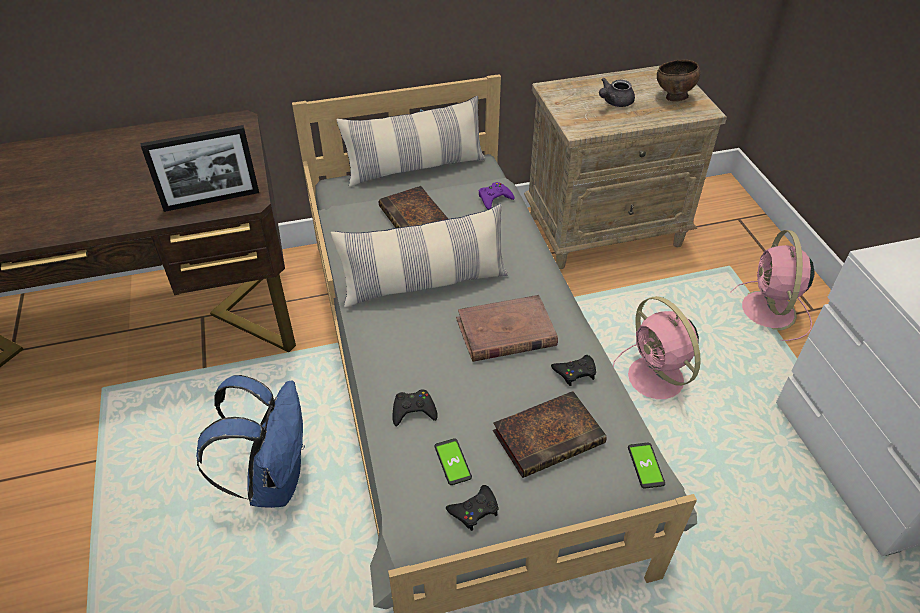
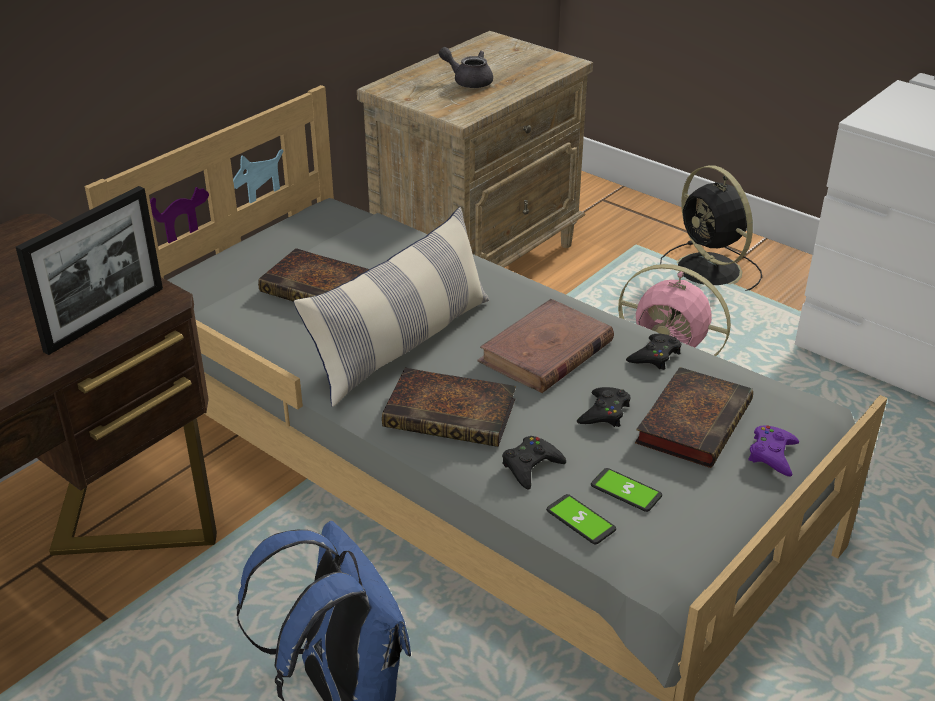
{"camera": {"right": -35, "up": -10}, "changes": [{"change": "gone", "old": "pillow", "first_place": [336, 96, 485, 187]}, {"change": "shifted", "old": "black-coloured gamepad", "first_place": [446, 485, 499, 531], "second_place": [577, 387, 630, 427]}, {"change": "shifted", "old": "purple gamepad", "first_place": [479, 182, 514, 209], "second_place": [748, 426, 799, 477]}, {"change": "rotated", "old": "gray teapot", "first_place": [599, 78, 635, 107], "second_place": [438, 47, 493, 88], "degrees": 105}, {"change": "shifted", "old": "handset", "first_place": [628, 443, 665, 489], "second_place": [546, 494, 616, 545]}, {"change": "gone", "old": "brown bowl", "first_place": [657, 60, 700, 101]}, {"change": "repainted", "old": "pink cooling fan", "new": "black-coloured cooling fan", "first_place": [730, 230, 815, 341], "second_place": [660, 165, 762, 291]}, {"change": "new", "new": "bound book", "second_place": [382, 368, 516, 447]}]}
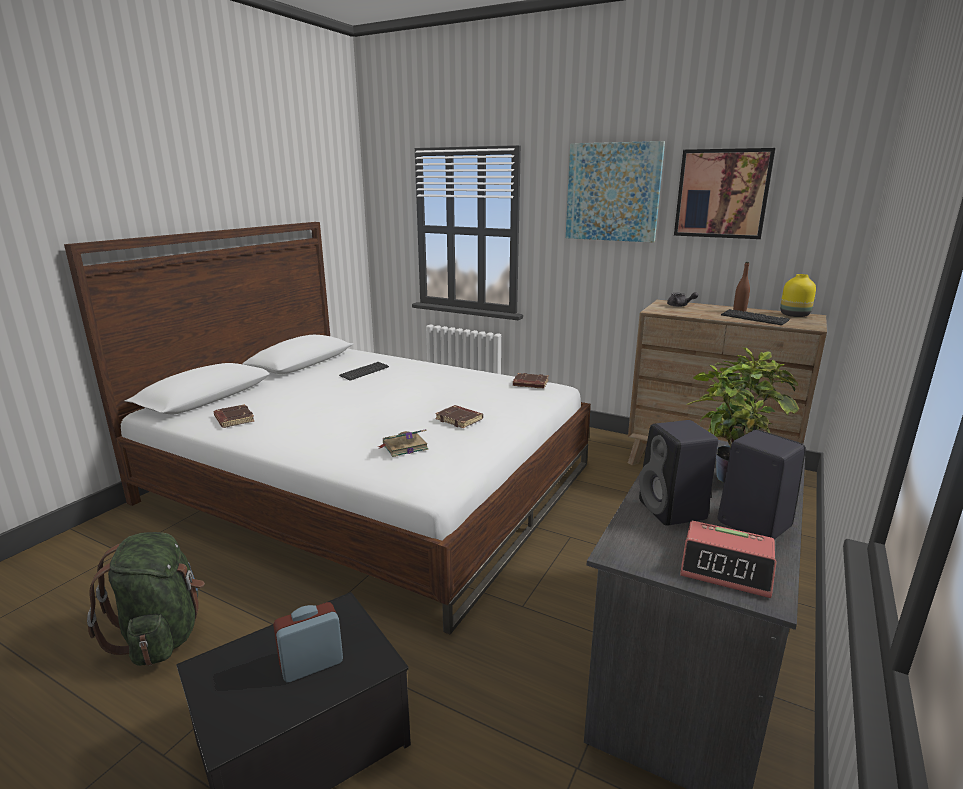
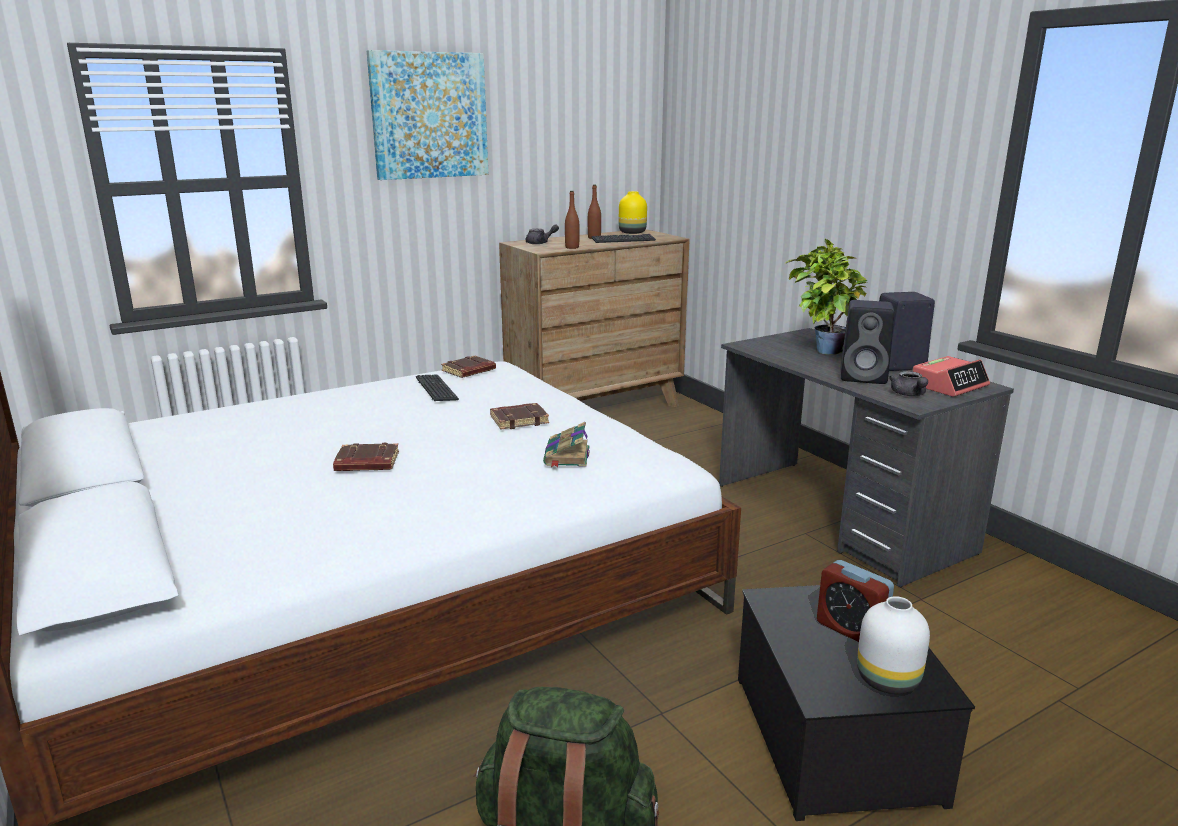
{"camera": {"right": -60, "up": 0}, "changes": [{"change": "shifted", "old": "brown bound book", "first_place": [214, 404, 254, 428], "second_place": [333, 443, 399, 471]}, {"change": "rotated", "old": "table clock", "first_place": [273, 602, 343, 682], "second_place": [817, 560, 894, 642], "degrees": -45}, {"change": "shifted", "old": "computer keyboard", "first_place": [339, 362, 389, 381], "second_place": [416, 375, 459, 401]}, {"change": "gone", "old": "wall art", "first_place": [674, 148, 776, 239]}, {"change": "new", "new": "brown bottle", "second_place": [565, 191, 579, 249]}, {"change": "new", "new": "white vase", "second_place": [857, 596, 930, 694]}, {"change": "new", "new": "gray teapot", "second_place": [889, 371, 928, 396]}]}
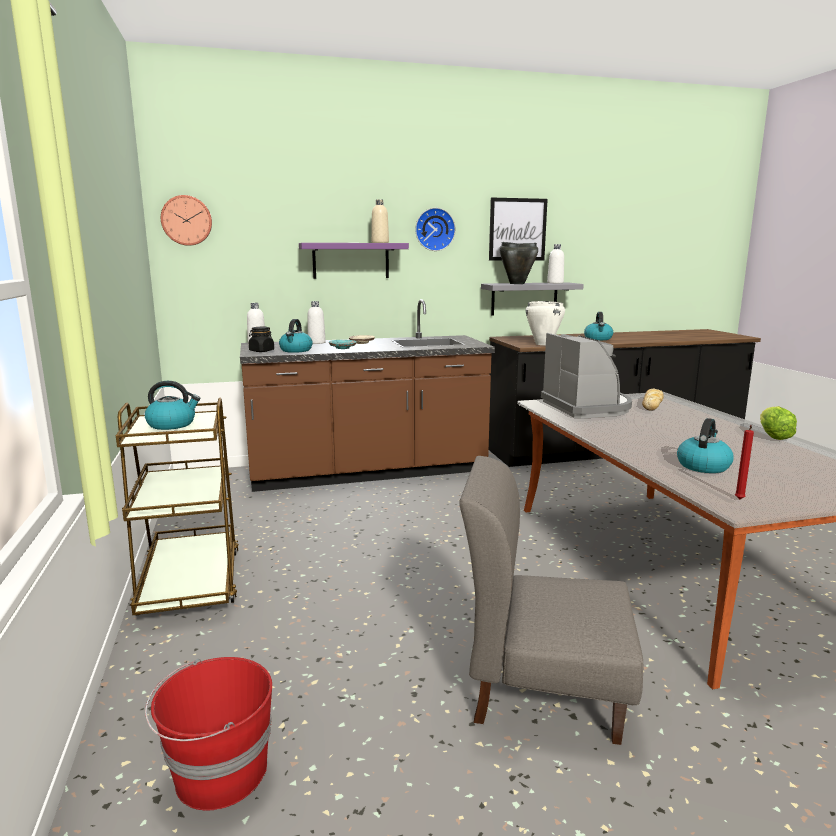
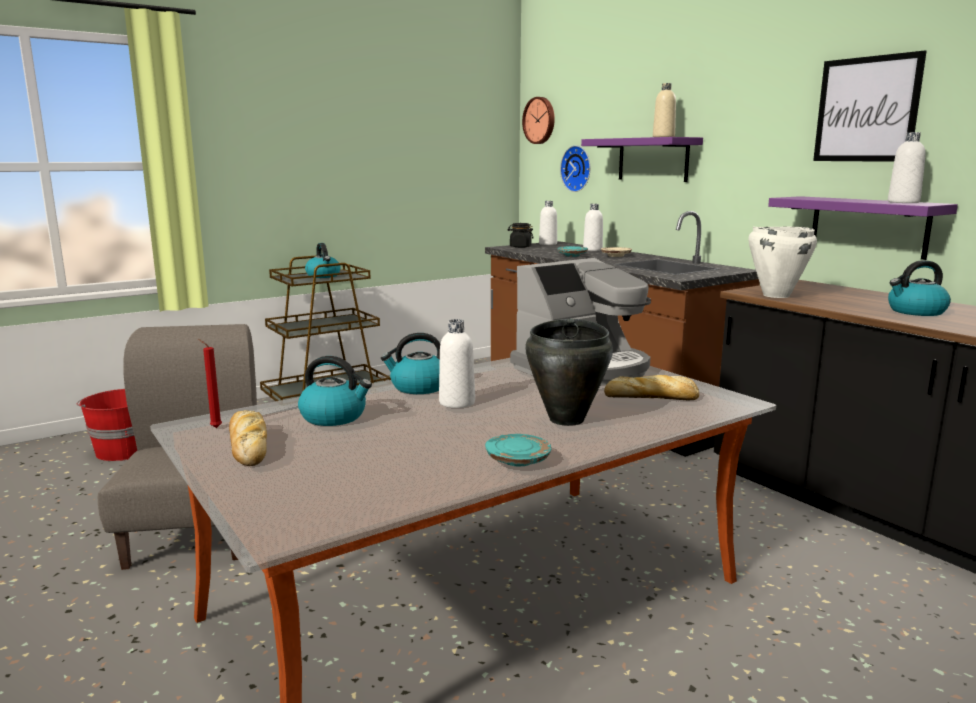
{"camera": {"right": 70, "up": 0}, "changes": [{"change": "shifted", "old": "kettle", "first_place": [279, 319, 313, 353], "second_place": [381, 333, 440, 394]}, {"change": "shifted", "old": "clock on the wall", "first_place": [415, 208, 456, 251], "second_place": [560, 145, 591, 192]}, {"change": "repainted", "old": "gray shelf", "new": "purple shelf", "first_place": [481, 282, 584, 316], "second_place": [768, 196, 958, 260]}, {"change": "shifted", "old": "black-coloured stockpot", "first_place": [499, 242, 538, 284], "second_place": [525, 319, 613, 426]}, {"change": "swapped", "old": "lettuce head", "new": "turquoise-coloured plate", "first_place": [760, 406, 797, 440], "second_place": [485, 434, 552, 466]}, {"change": "new", "new": "bakery bread", "second_place": [229, 410, 267, 466]}, {"change": "new", "new": "white bottle", "second_place": [439, 319, 475, 408]}]}
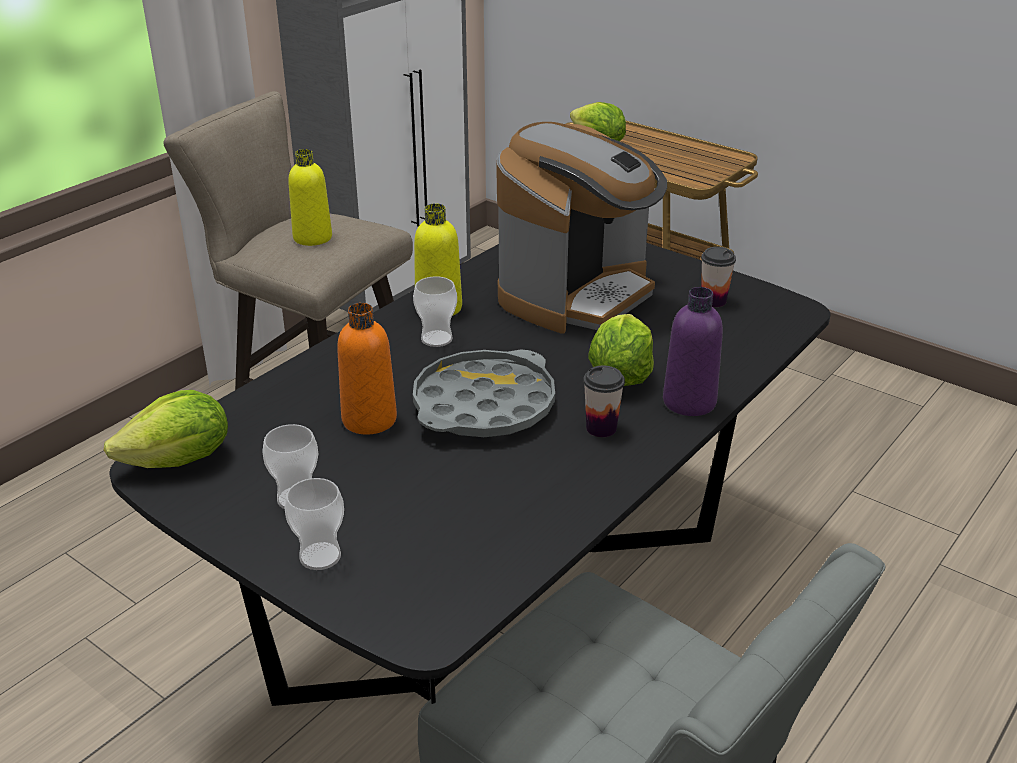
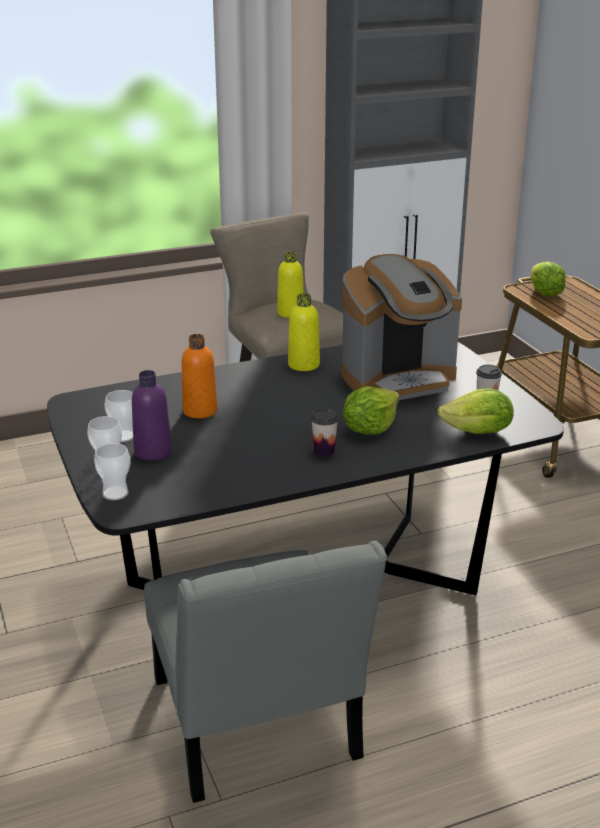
{"camera": {"right": 30, "up": -5}, "changes": [{"change": "shifted", "old": "lettuce head", "first_place": [104, 390, 228, 468], "second_place": [437, 389, 514, 434]}, {"change": "shifted", "old": "small cup", "first_place": [413, 276, 457, 347], "second_place": [94, 443, 131, 500]}, {"change": "gone", "old": "gray serving tray", "first_place": [413, 350, 555, 437]}, {"change": "shifted", "old": "purple bottle", "first_place": [663, 287, 723, 416], "second_place": [132, 370, 172, 461]}]}
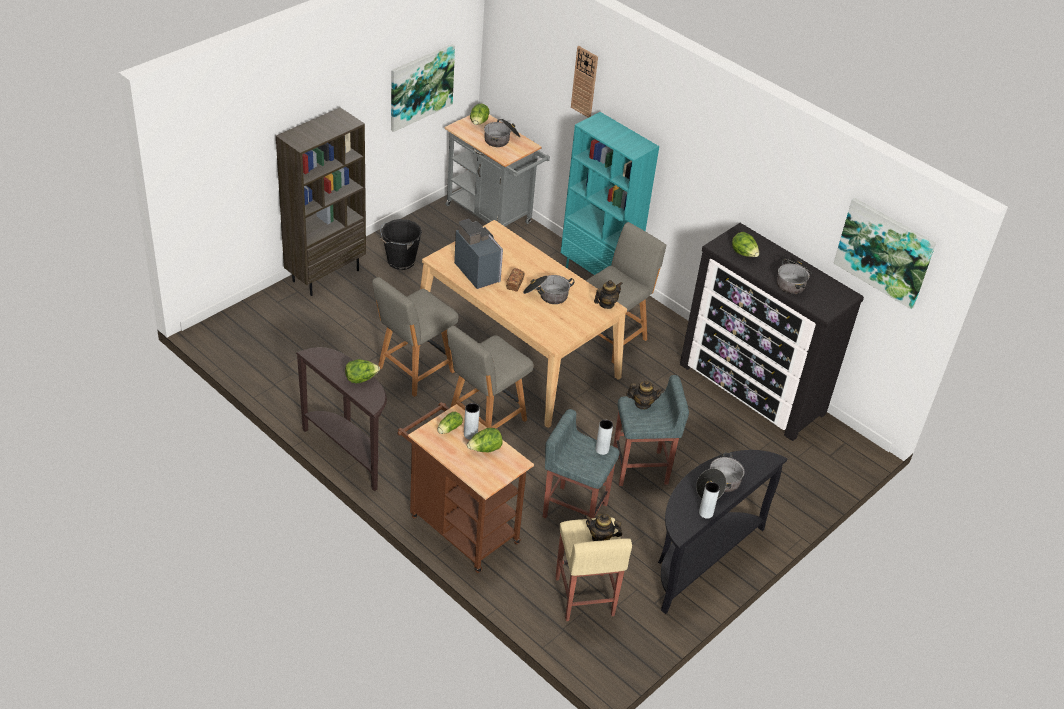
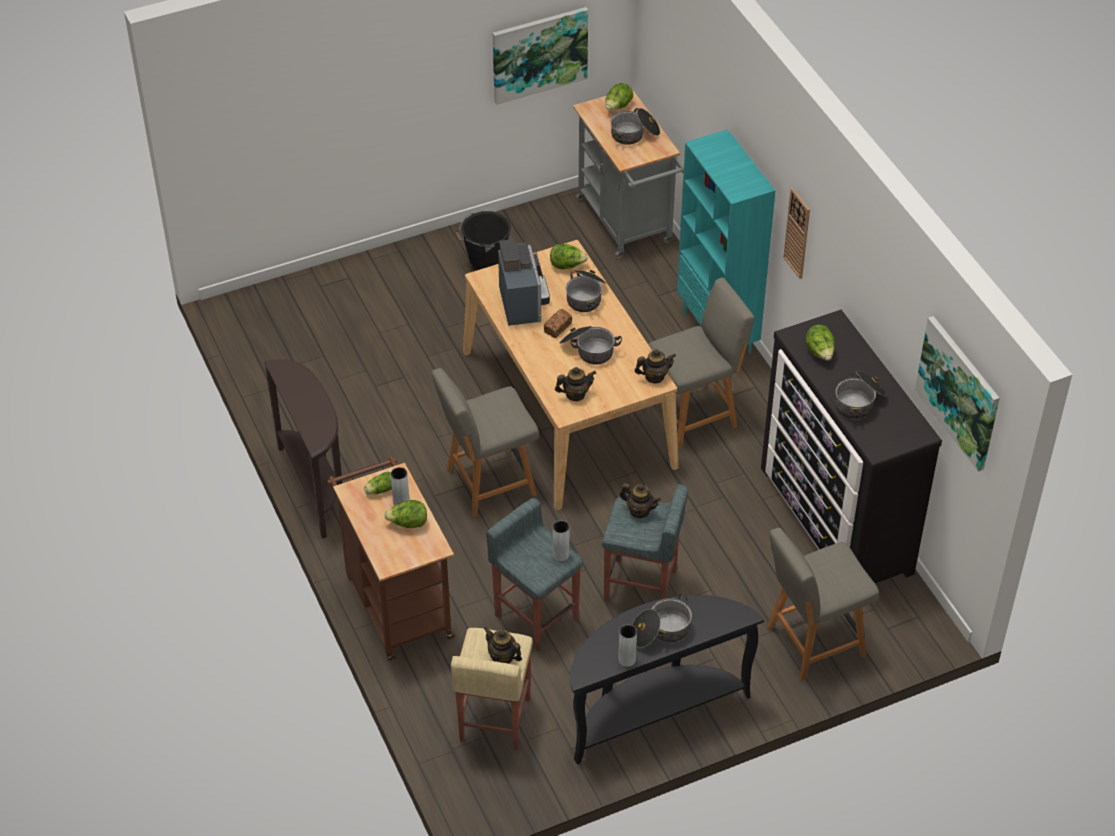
{"camera": {"right": 25, "up": 5}, "changes": [{"change": "gone", "old": "brown bookcase", "first_place": [276, 107, 366, 296]}, {"change": "shifted", "old": "lettuce head", "first_place": [345, 359, 380, 383], "second_place": [550, 244, 588, 269]}, {"change": "shifted", "old": "gray plain chair", "first_place": [372, 277, 459, 397], "second_place": [767, 528, 879, 681]}, {"change": "shifted", "old": "clock on the wall", "first_place": [571, 46, 598, 118], "second_place": [783, 188, 810, 279]}, {"change": "new", "new": "teapot", "second_place": [555, 367, 596, 401]}, {"change": "new", "new": "stockpot", "second_place": [566, 270, 607, 312]}]}
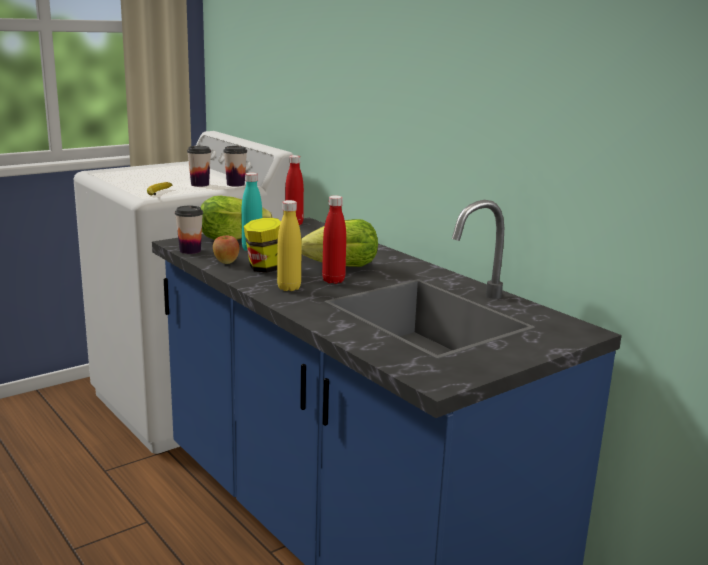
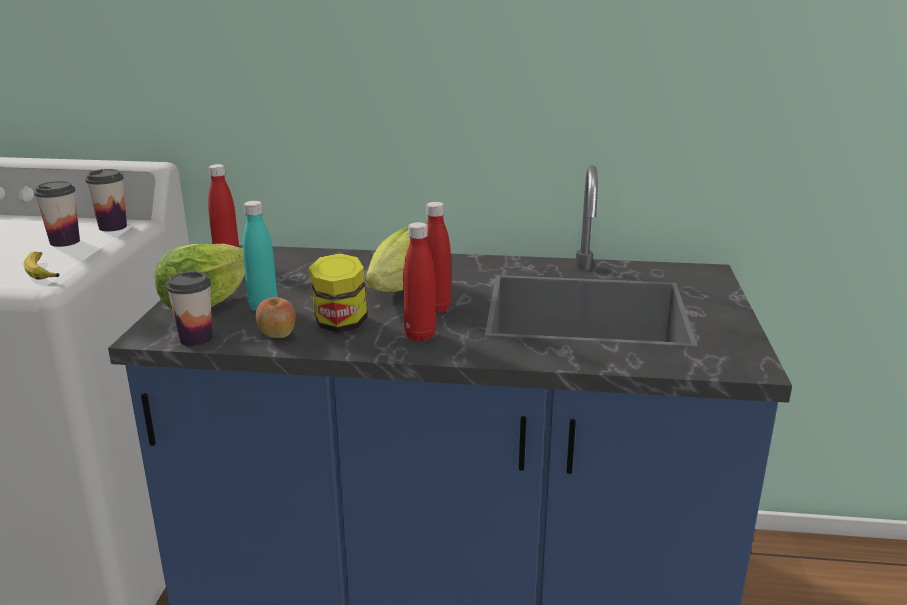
{"camera": {"right": -45, "up": 5}, "changes": [{"change": "repainted", "old": "yellow bottle", "new": "red-coloured bottle", "first_place": [277, 200, 301, 291], "second_place": [403, 222, 436, 341]}]}
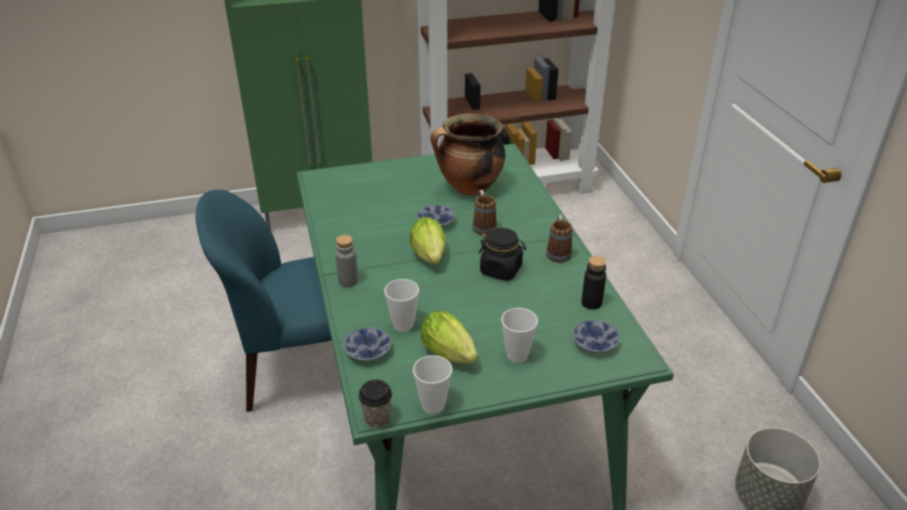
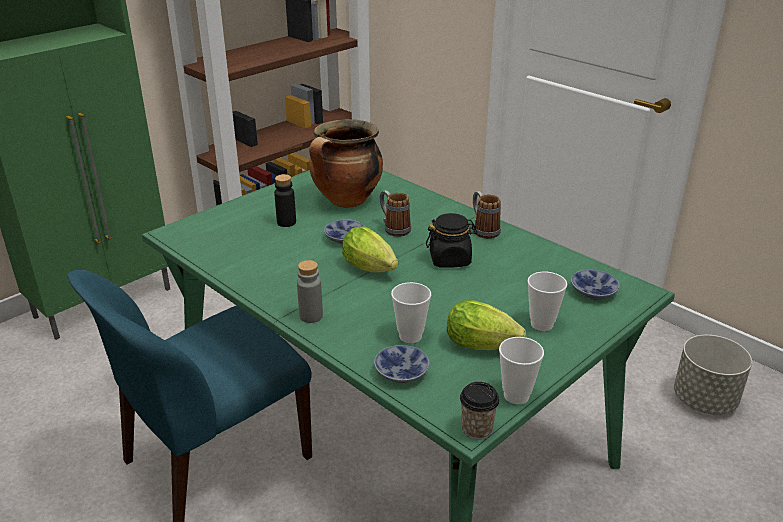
{"camera": {"right": -30, "up": -5}, "changes": [{"change": "shifted", "old": "black-coloured bottle", "first_place": [581, 256, 606, 310], "second_place": [274, 174, 296, 227]}]}
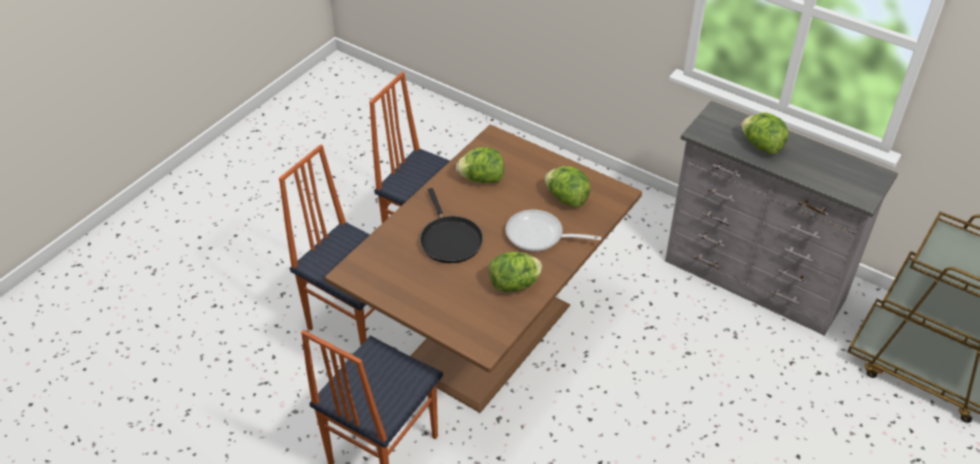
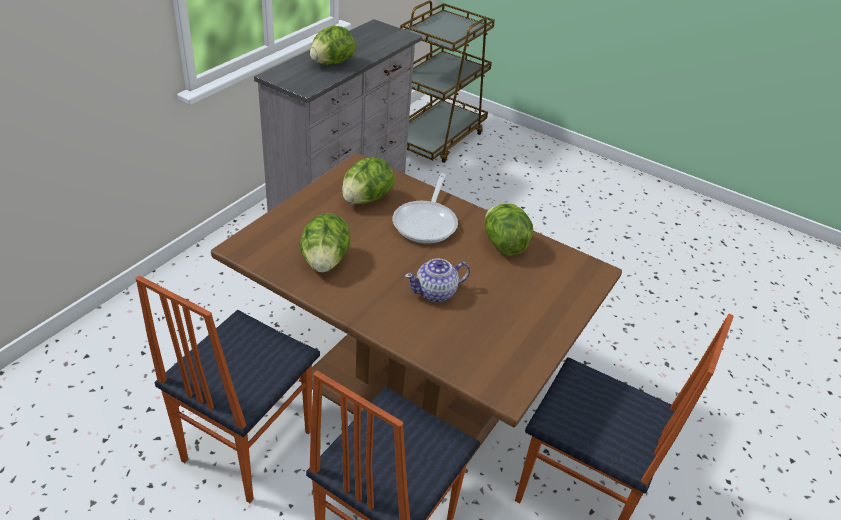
{"camera": {"right": -95, "up": -5}, "changes": [{"change": "swapped", "old": "black-coloured frying pan", "new": "teapot", "first_place": [420, 188, 483, 263], "second_place": [405, 258, 470, 303]}]}
